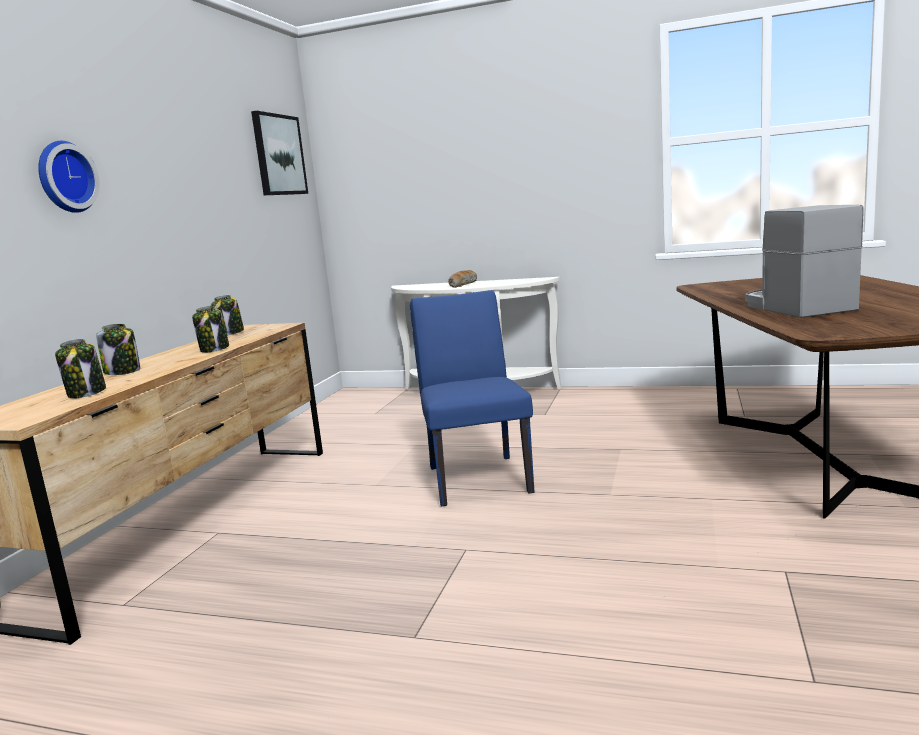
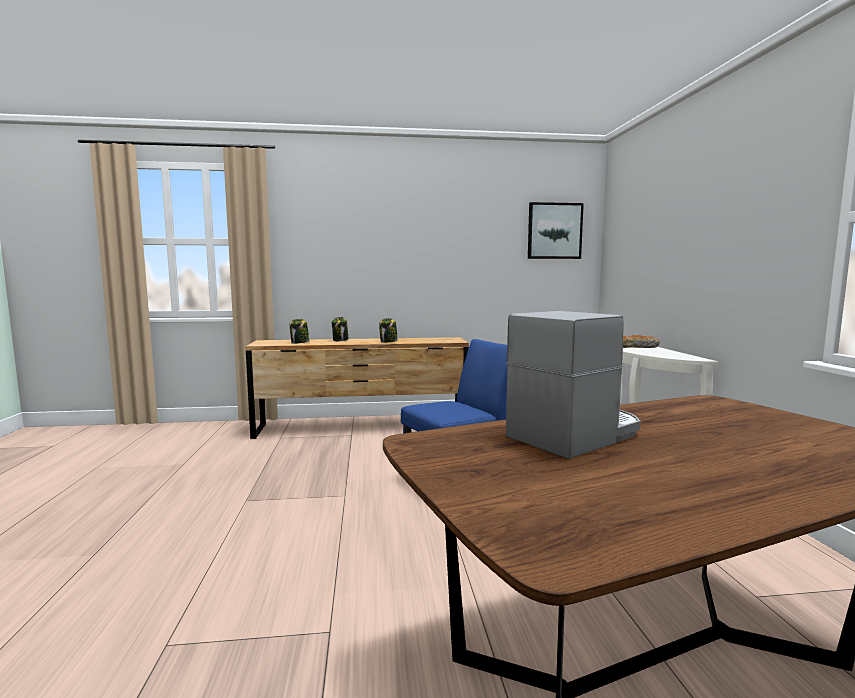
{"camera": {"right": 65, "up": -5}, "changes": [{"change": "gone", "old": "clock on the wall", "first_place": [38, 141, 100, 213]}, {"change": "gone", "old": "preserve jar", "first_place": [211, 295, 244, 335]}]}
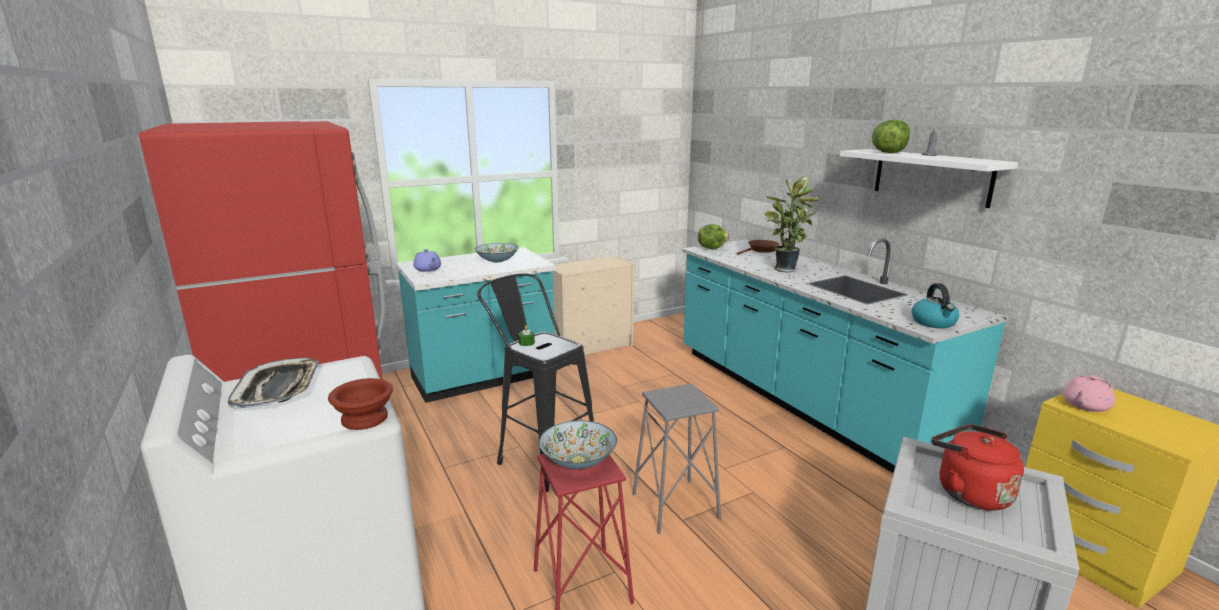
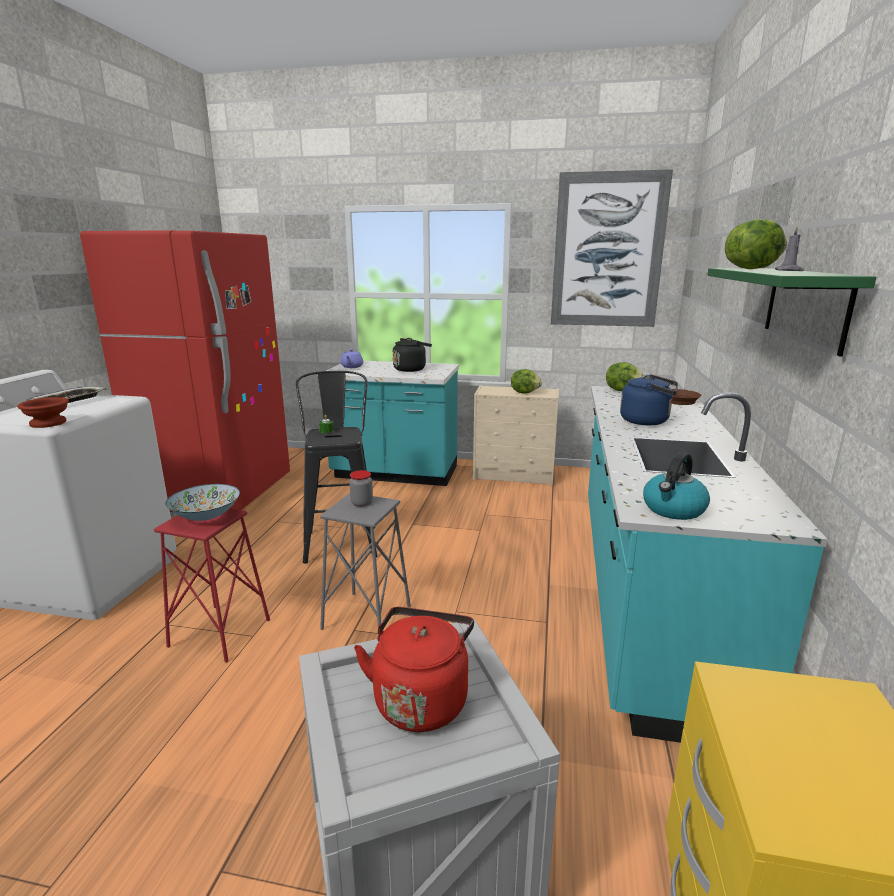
{"camera": {"right": 40, "up": 0}, "changes": [{"change": "swapped", "old": "bowl", "new": "black-coloured kettle", "first_place": [474, 243, 519, 263], "second_place": [393, 338, 432, 372]}, {"change": "swapped", "old": "potted plant", "new": "blue-coloured kettle", "first_place": [764, 176, 820, 273], "second_place": [620, 374, 678, 425]}, {"change": "repainted", "old": "white shelf", "new": "green shelf", "first_place": [840, 149, 1018, 208], "second_place": [707, 268, 876, 356]}, {"change": "gone", "old": "pink teapot", "first_place": [1063, 375, 1115, 412]}, {"change": "new", "new": "preserve jar", "second_place": [349, 470, 373, 507]}, {"change": "new", "new": "lettuce head", "second_place": [511, 369, 542, 393]}, {"change": "new", "new": "wall art", "second_place": [551, 169, 673, 327]}]}
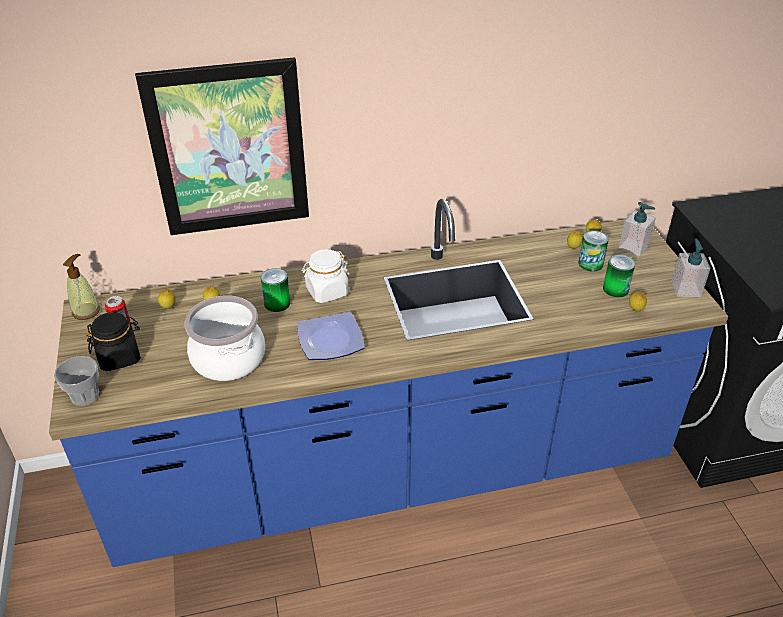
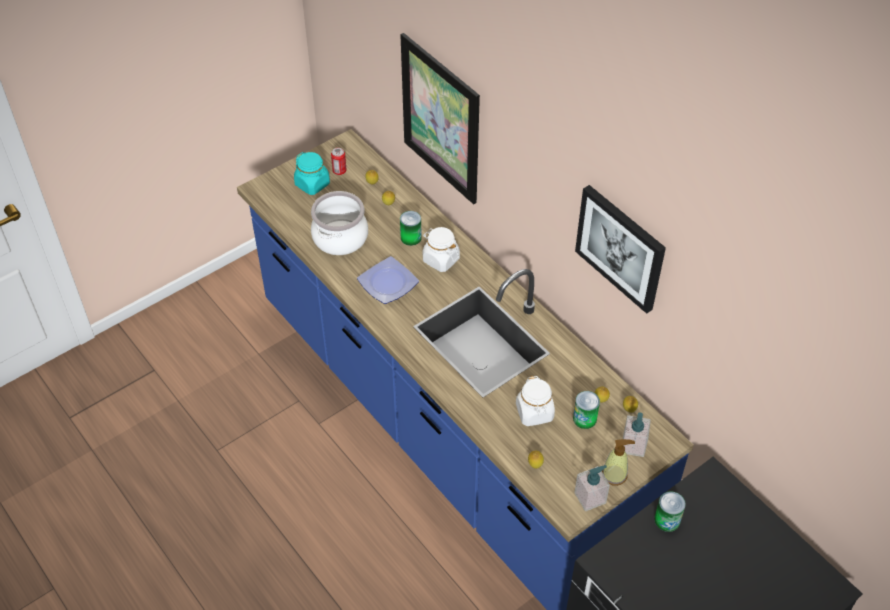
{"camera": {"right": 65, "up": 10}, "changes": [{"change": "gone", "old": "small cup", "first_place": [54, 356, 99, 406]}, {"change": "shifted", "old": "liquid soap bottle", "first_place": [63, 254, 100, 320], "second_place": [602, 439, 635, 486]}, {"change": "repainted", "old": "black-coloured preserve jar", "new": "turquoise-coloured preserve jar", "first_place": [85, 312, 141, 371], "second_place": [294, 152, 330, 195]}, {"change": "shifted", "old": "can", "first_place": [603, 255, 635, 297], "second_place": [654, 491, 686, 532]}, {"change": "new", "new": "white preserve jar", "second_place": [516, 376, 555, 426]}, {"change": "new", "new": "wall art", "second_place": [575, 185, 666, 314]}]}
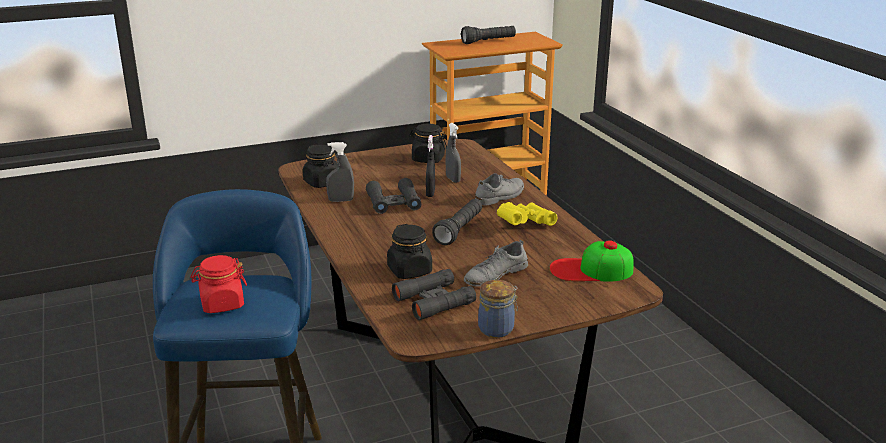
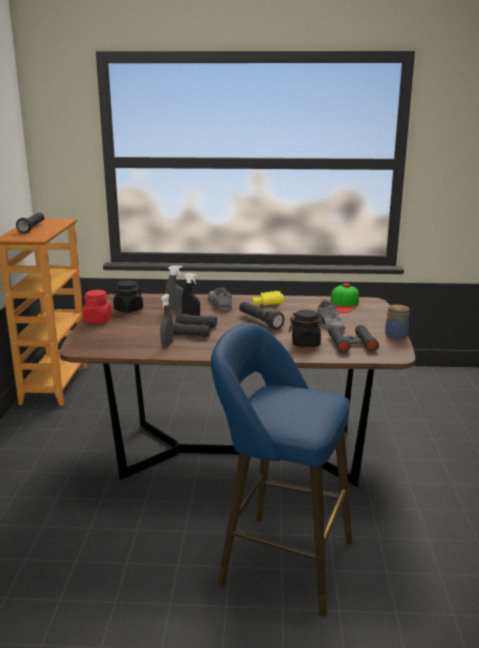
{"camera": {"right": -65, "up": -5}, "changes": [{"change": "shifted", "old": "red-coloured preserve jar", "first_place": [191, 255, 247, 313], "second_place": [82, 290, 112, 323]}, {"change": "gone", "old": "black-coloured preserve jar", "first_place": [303, 145, 338, 188]}]}
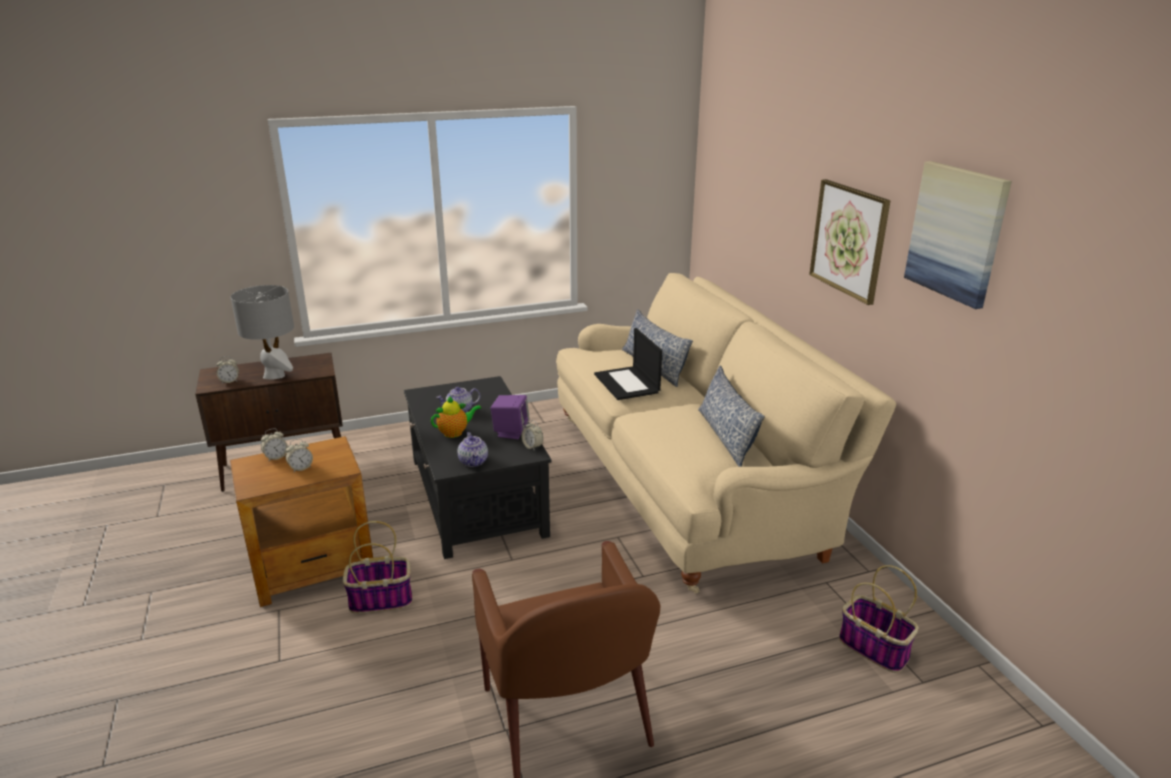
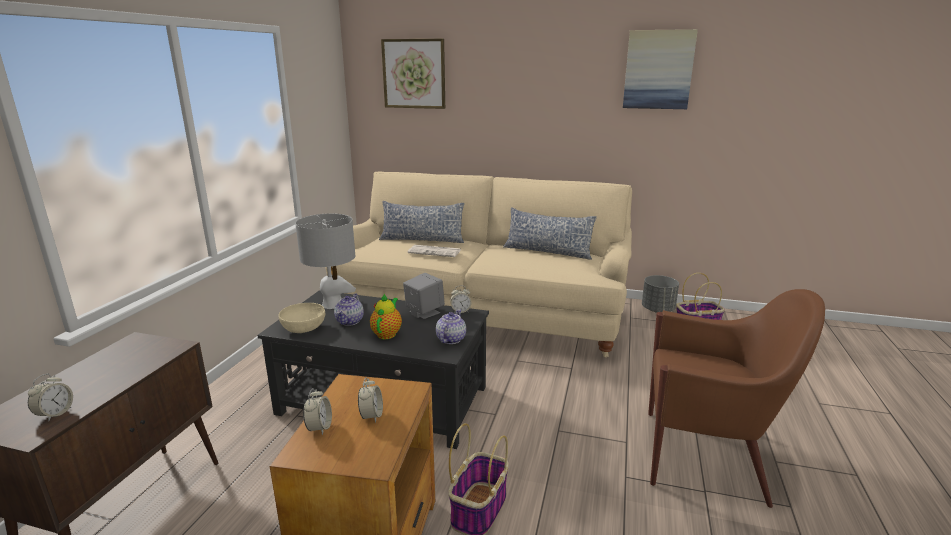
{"camera": {"right": -55, "up": -5}, "changes": [{"change": "shifted", "old": "gray table lamp", "first_place": [231, 285, 294, 380], "second_place": [295, 214, 356, 309]}, {"change": "rotated", "old": "teapot", "first_place": [458, 432, 488, 467], "second_place": [436, 309, 466, 344], "degrees": -90}, {"change": "repainted", "old": "purple audio speaker", "new": "gray audio speaker", "first_place": [491, 395, 530, 439], "second_place": [403, 273, 445, 319]}, {"change": "swapped", "old": "portable computer", "new": "printed paper", "first_place": [594, 328, 662, 400], "second_place": [407, 245, 461, 257]}, {"change": "shifted", "old": "wall art", "first_place": [809, 179, 890, 305], "second_place": [381, 39, 445, 109]}, {"change": "new", "new": "beige-coloured bowl", "second_place": [279, 303, 325, 333]}, {"change": "new", "new": "gray plant pot", "second_place": [642, 275, 679, 313]}]}
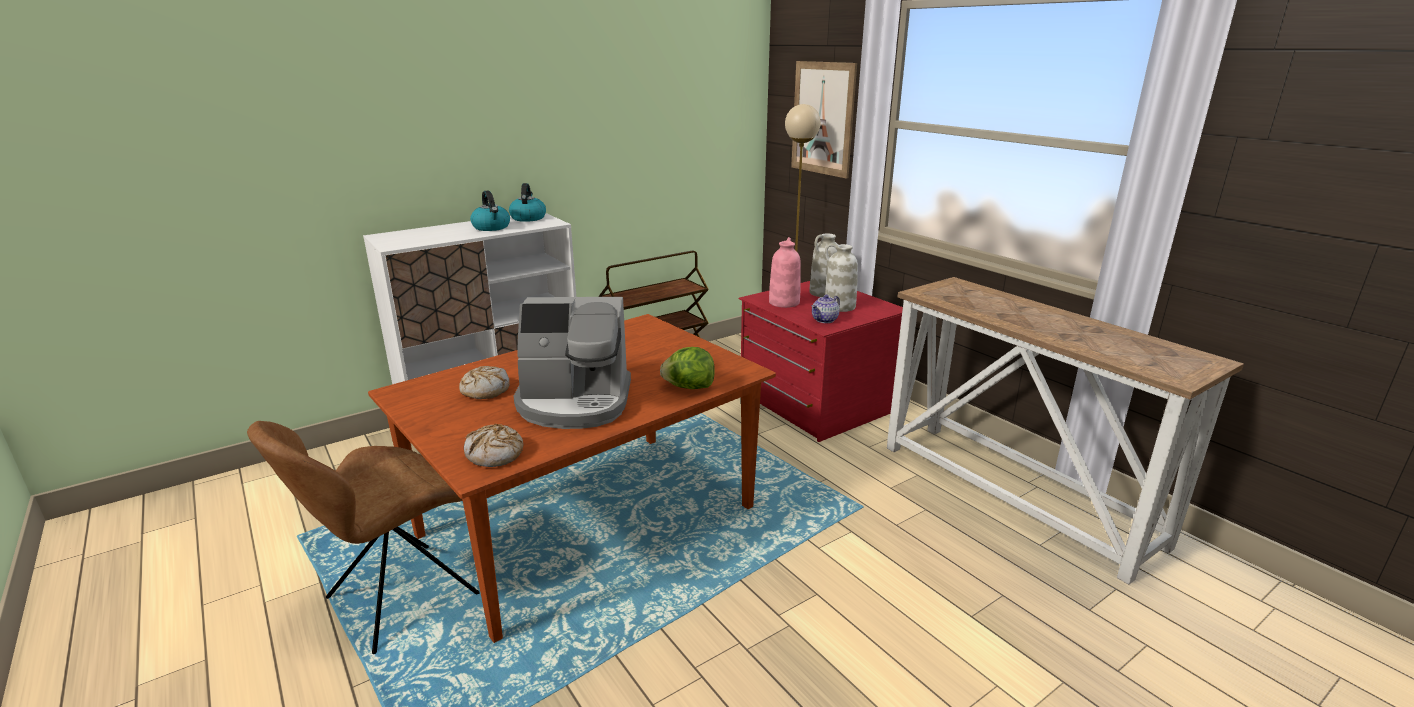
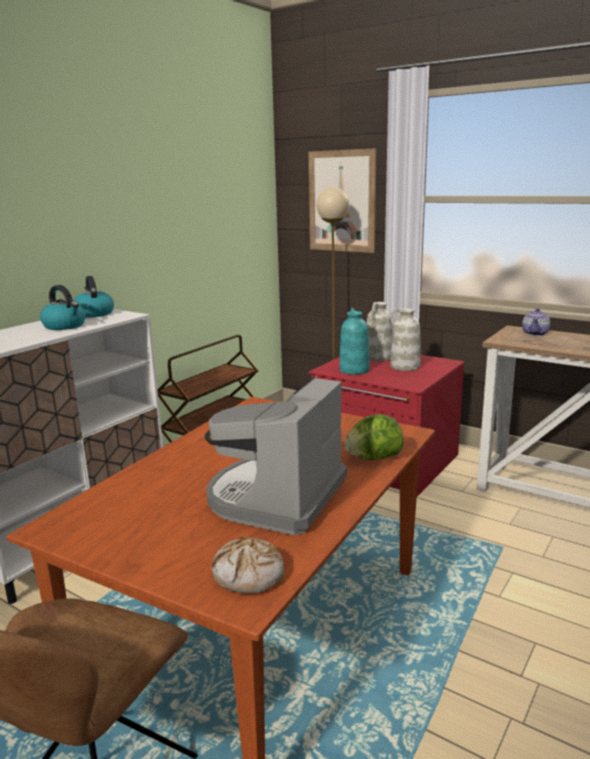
{"camera": {"right": -20, "up": -5}, "changes": [{"change": "gone", "old": "bakery bread", "first_place": [459, 366, 510, 399]}, {"change": "rotated", "old": "coffee brewer", "first_place": [513, 297, 631, 429], "second_place": [205, 376, 347, 535], "degrees": 135}, {"change": "repainted", "old": "pink vase", "new": "turquoise-coloured vase", "first_place": [769, 237, 801, 308], "second_place": [340, 308, 369, 375]}, {"change": "shifted", "old": "teapot", "first_place": [812, 295, 840, 323], "second_place": [522, 308, 551, 336]}]}
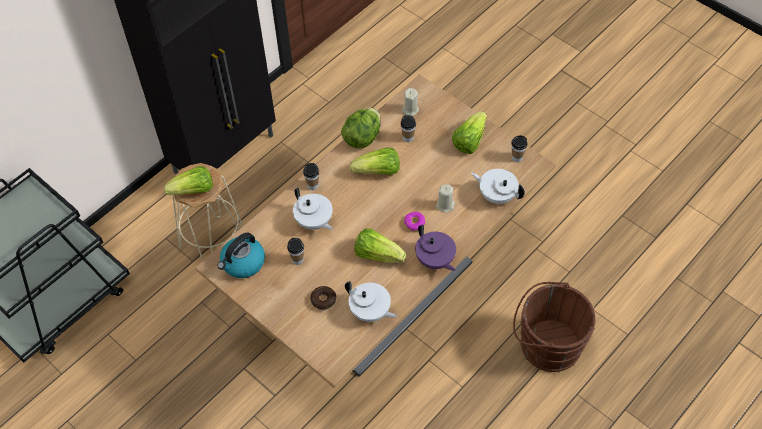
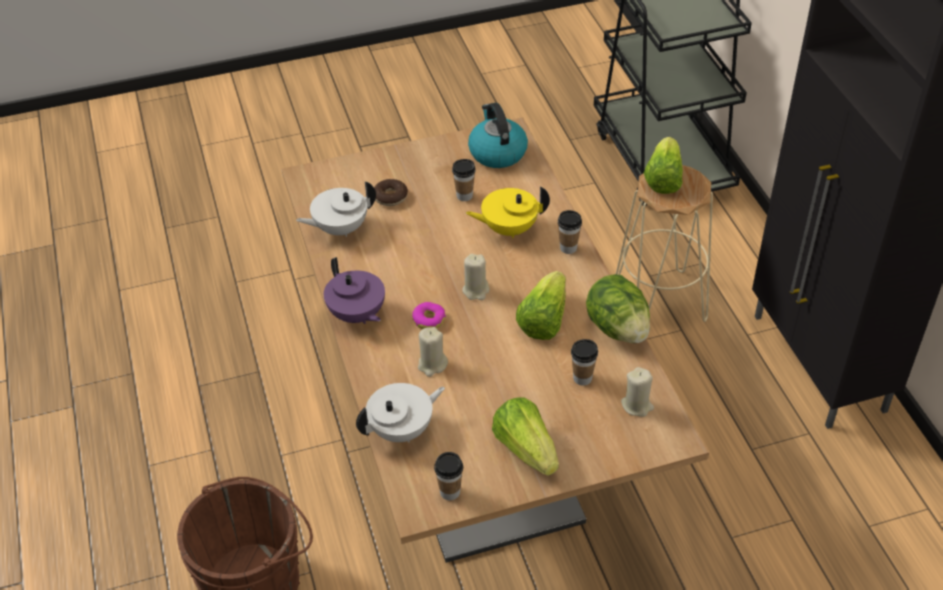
{"camera": {"right": 120, "up": -10}, "changes": [{"change": "repainted", "old": "white teapot", "new": "yellow teapot", "first_place": [293, 188, 333, 230], "second_place": [466, 187, 550, 238]}, {"change": "gone", "old": "lettuce head", "first_place": [354, 229, 406, 263]}, {"change": "rotated", "old": "purple teapot", "first_place": [415, 225, 456, 271], "second_place": [324, 257, 385, 324], "degrees": -120}, {"change": "new", "new": "beige-coloured wax candle", "second_place": [462, 254, 489, 300]}]}
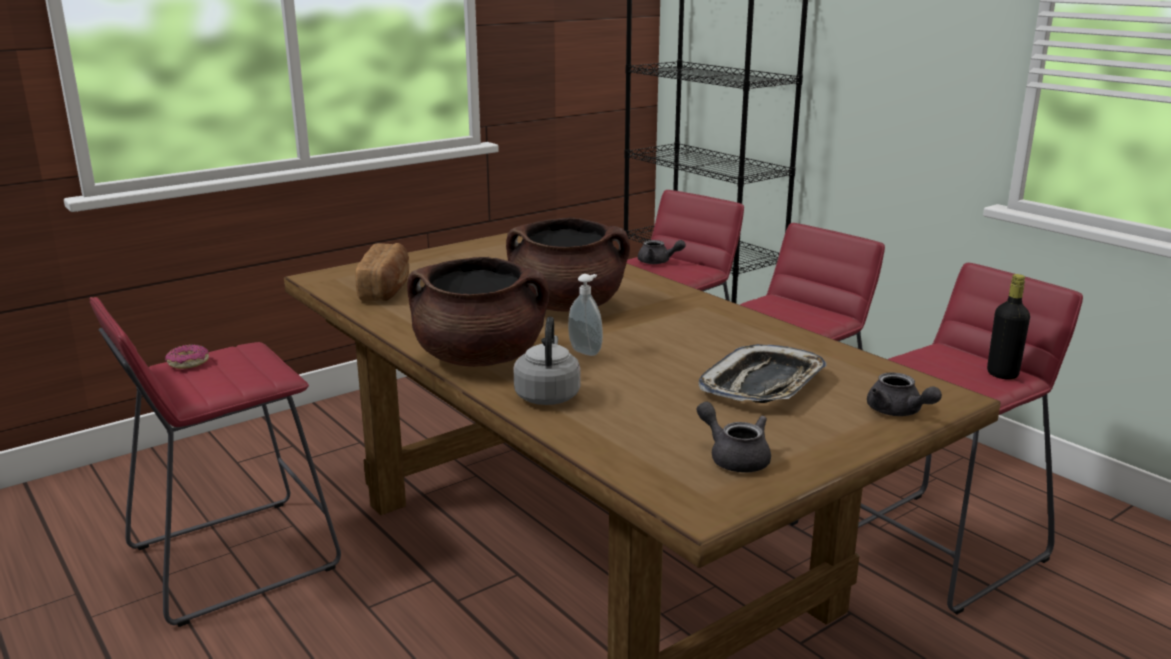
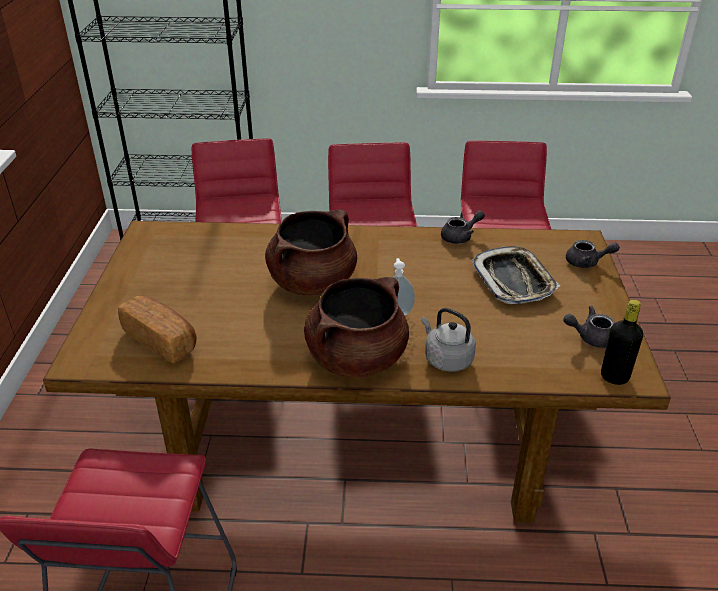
{"camera": {"right": -50, "up": 15}, "changes": [{"change": "gone", "old": "ring doughnut", "first_place": [165, 344, 209, 369]}, {"change": "shifted", "old": "gray teapot", "first_place": [638, 240, 686, 264], "second_place": [441, 210, 485, 244]}, {"change": "shifted", "old": "black-coloured bottle", "first_place": [987, 274, 1030, 380], "second_place": [601, 300, 643, 385]}]}
